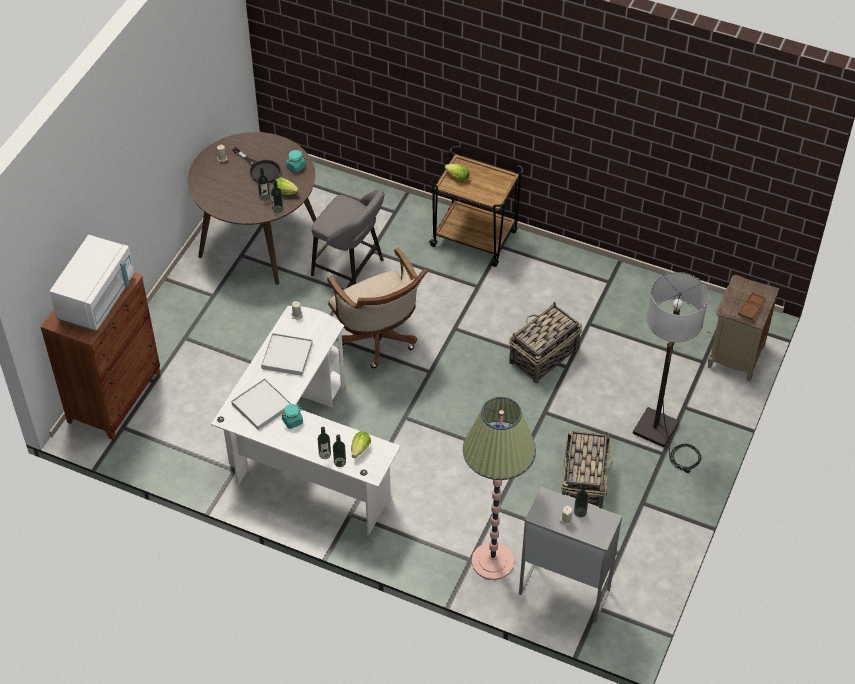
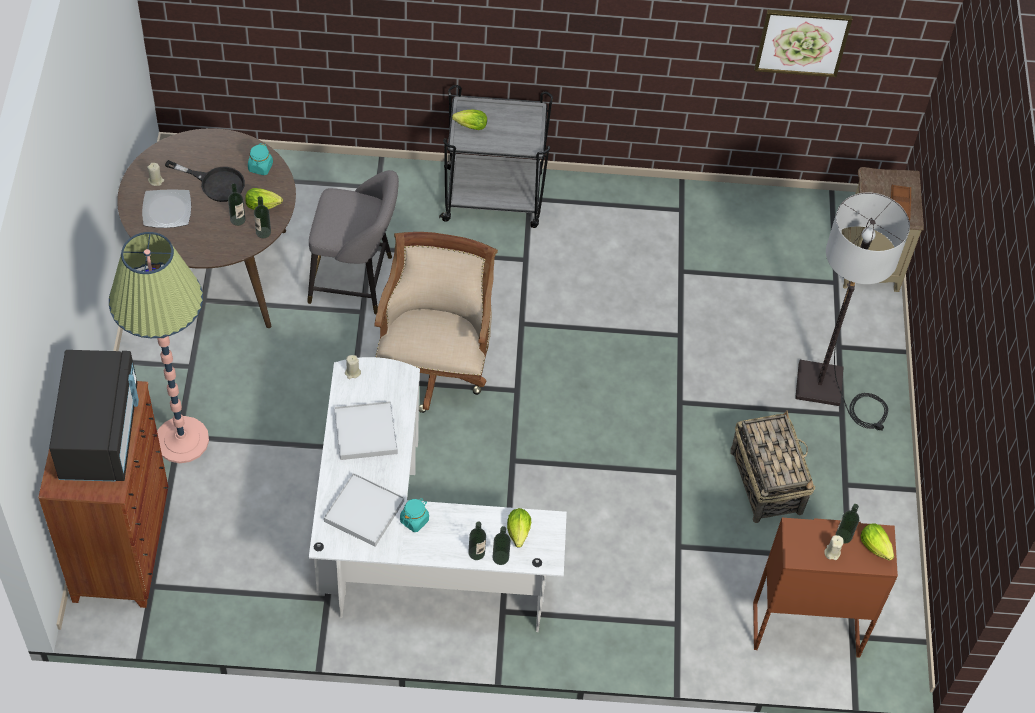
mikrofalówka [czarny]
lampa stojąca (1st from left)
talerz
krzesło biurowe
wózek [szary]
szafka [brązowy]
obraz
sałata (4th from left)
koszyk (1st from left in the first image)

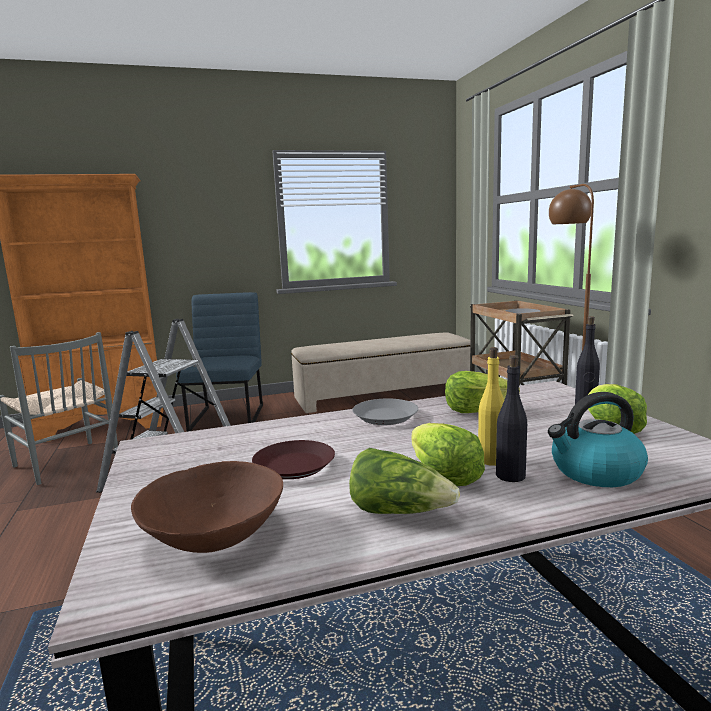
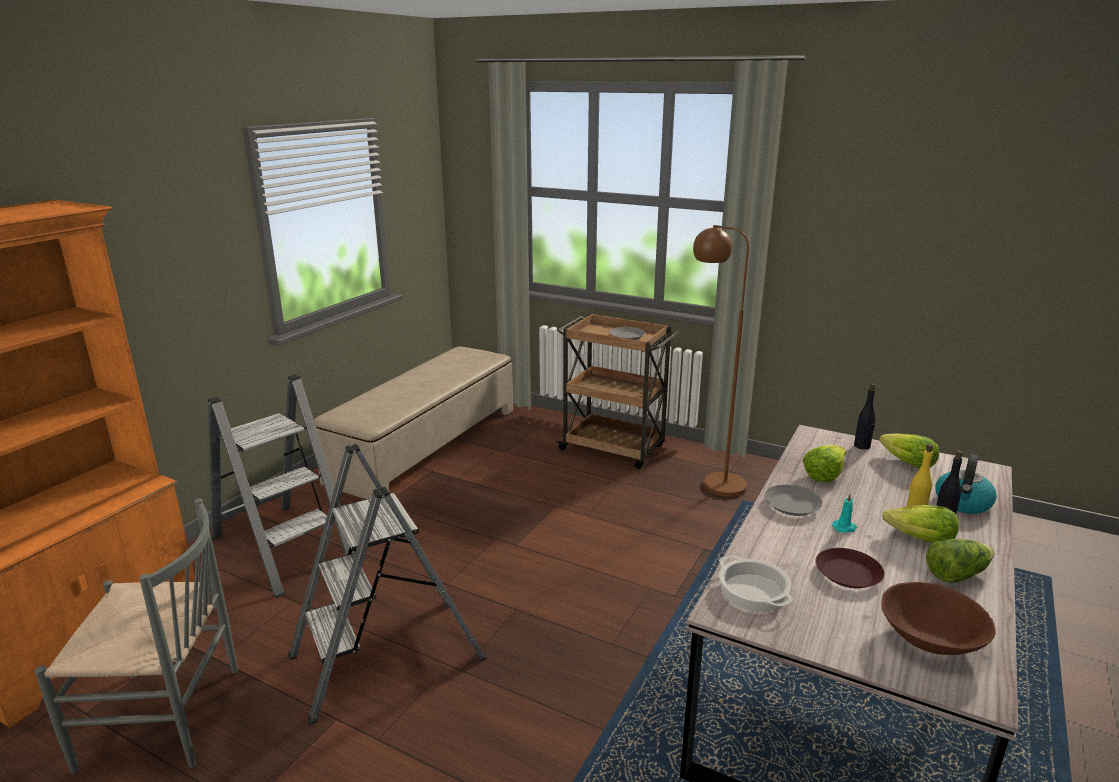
drabinka [szary] (1st from left)
garnek
świeca [turkusowy]

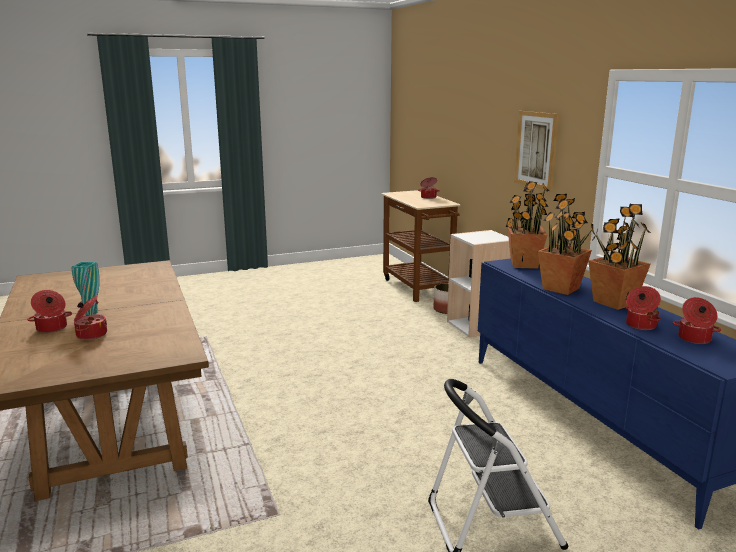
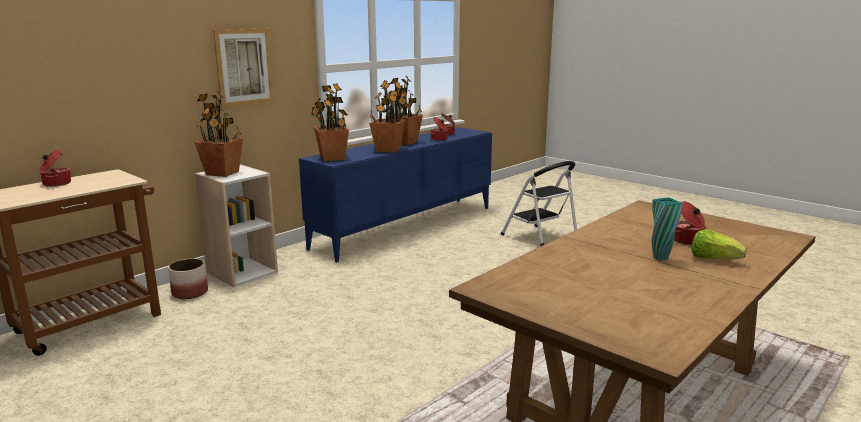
roślina doniczkowa (1st from left)
sałata

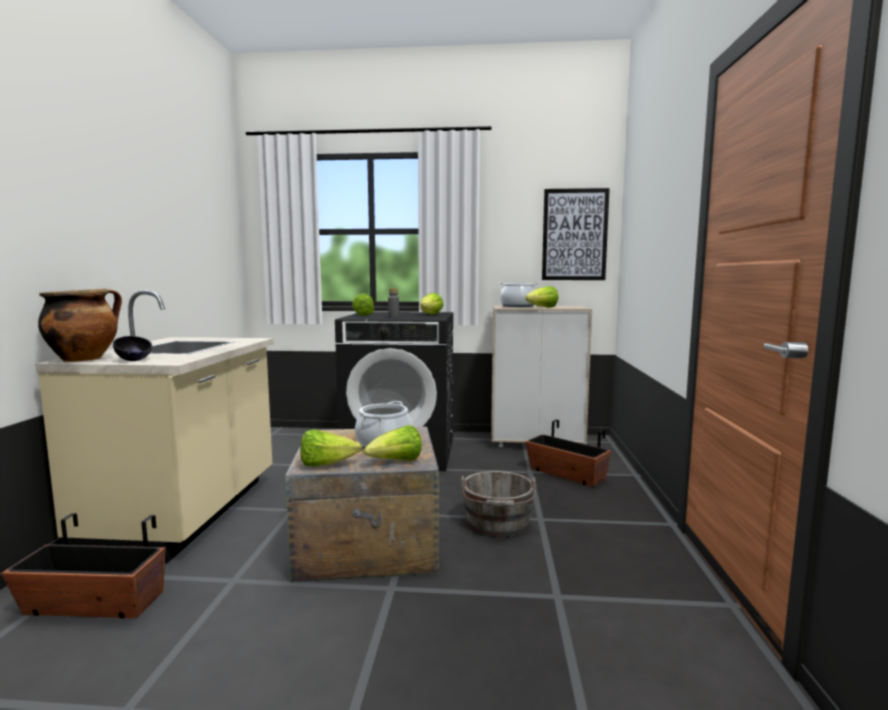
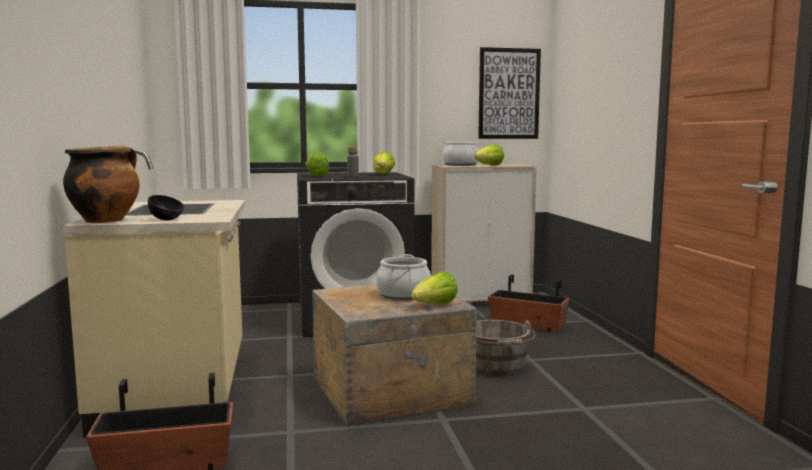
sałata (1st from left in the first image)

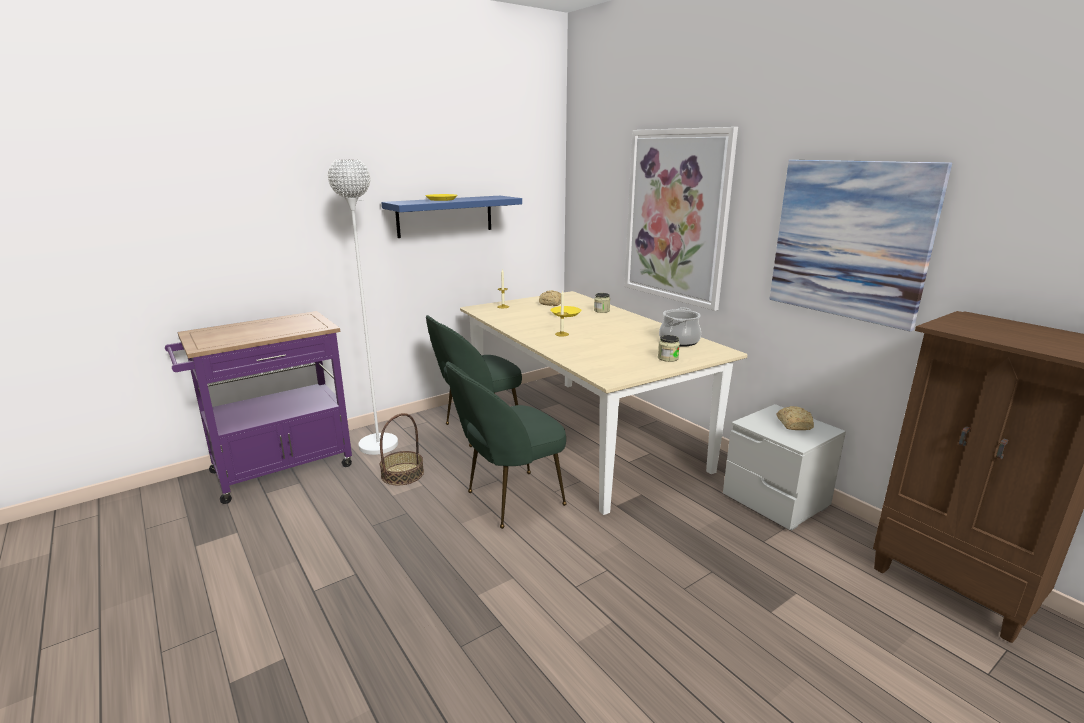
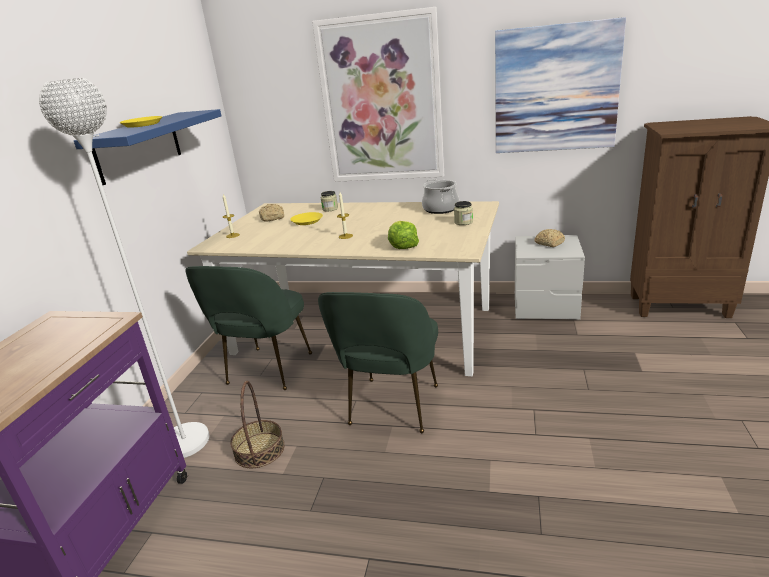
sałata

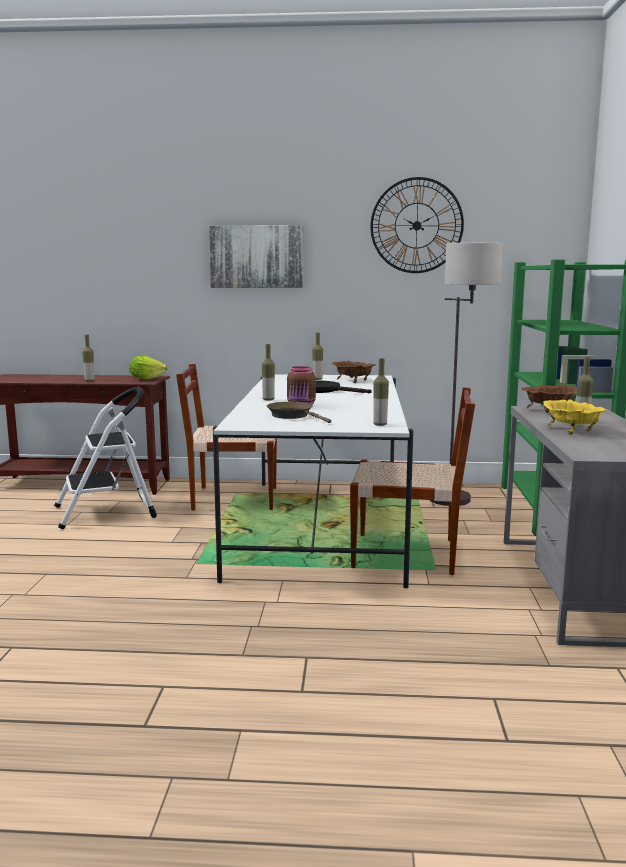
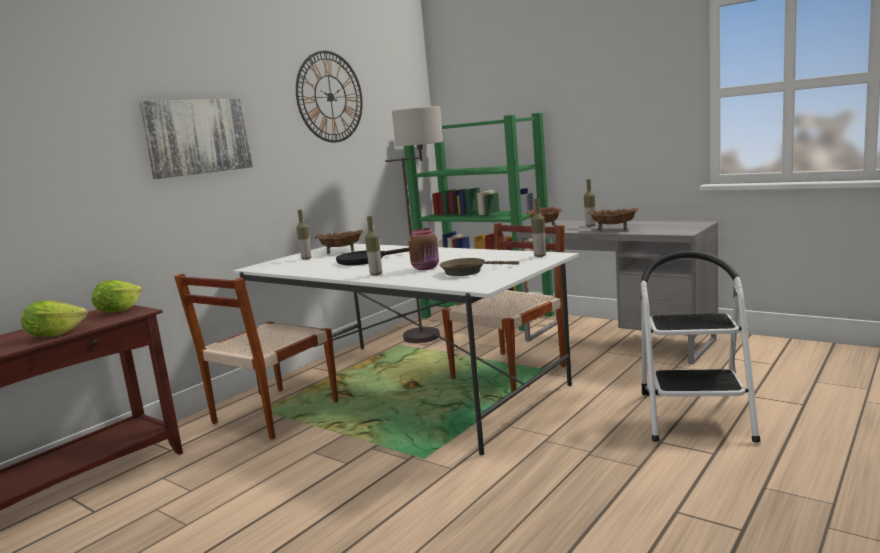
sałata (1st from left)
miska [brązowy] (3rd from left)
drabinka

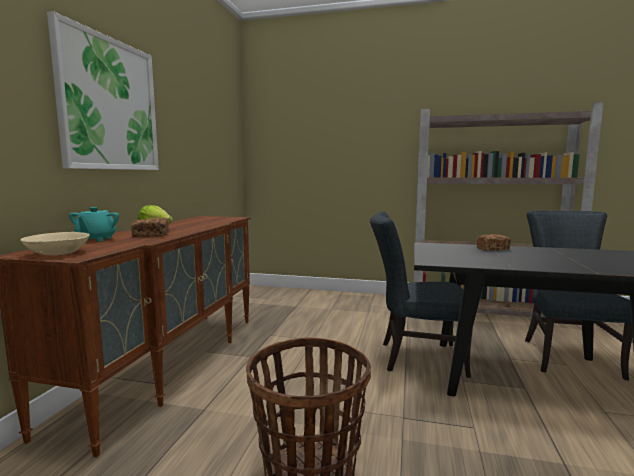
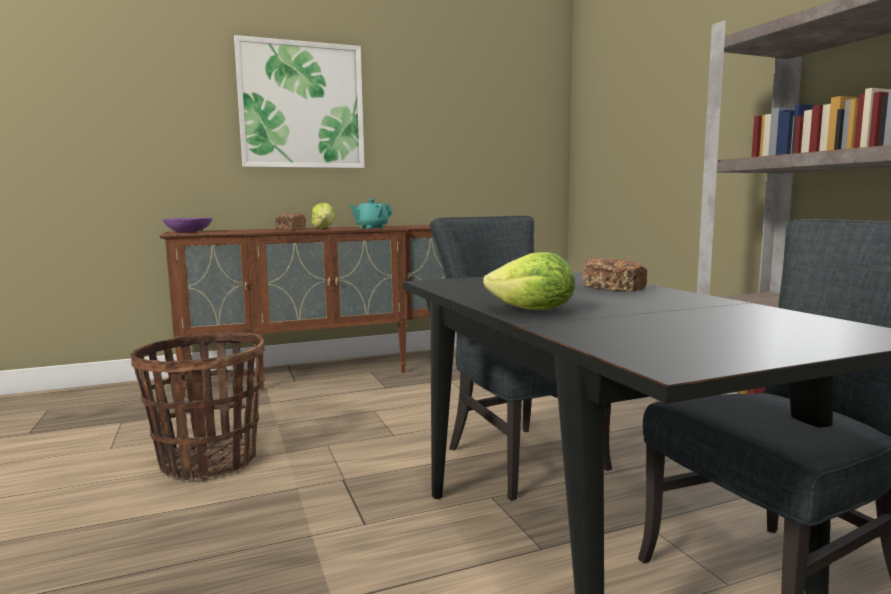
miska [fioletowy]
imbryk [turkusowy]
sałata (2nd from left)

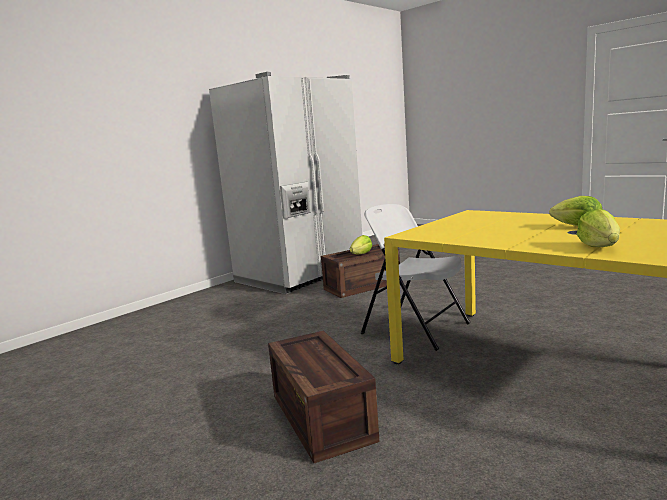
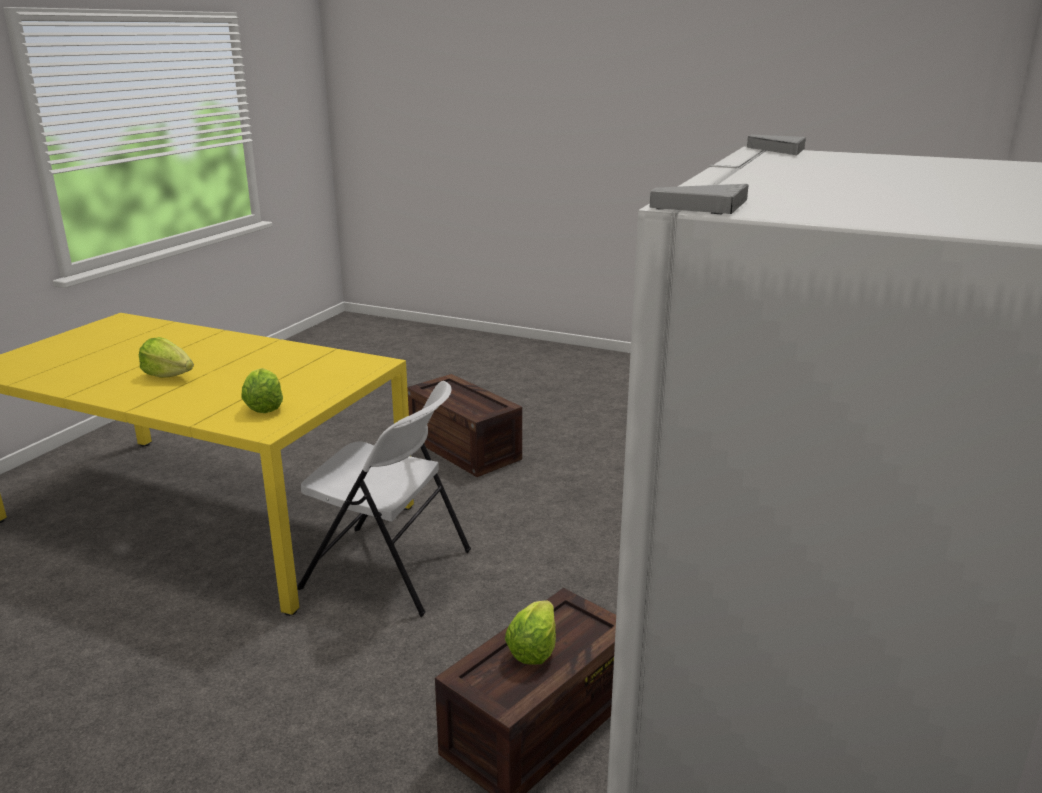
sałata (2nd from left)

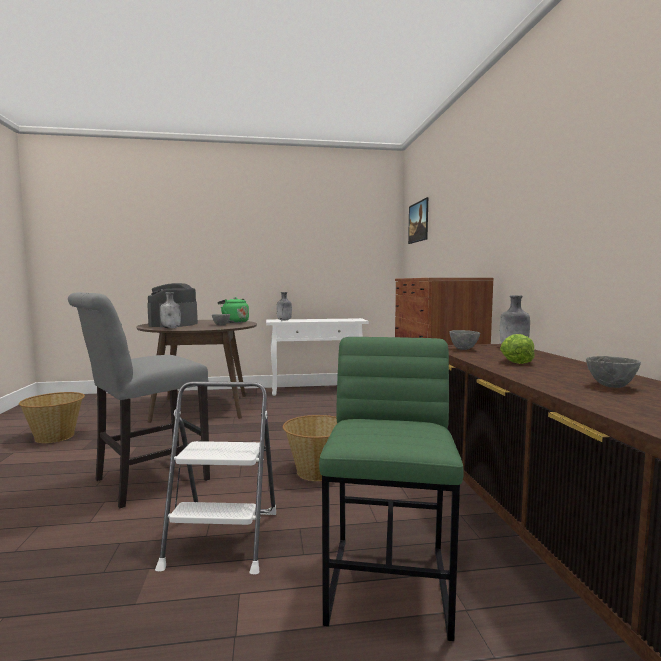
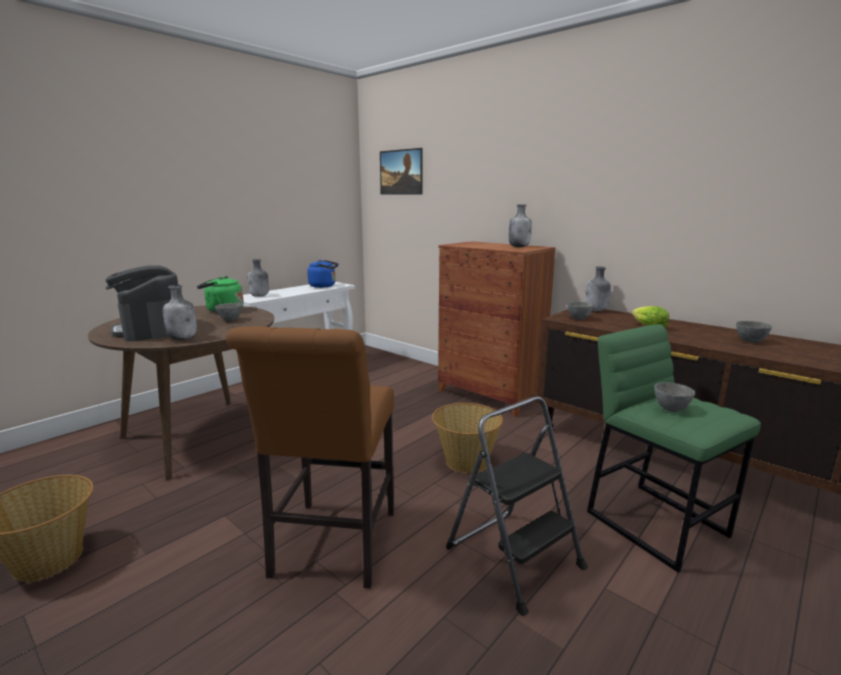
stołek [brązowy]
czajnik [niebieski]
drabinka [czarny]
butelka [szary] (3rd from left)
miska [szary] (3rd from left)

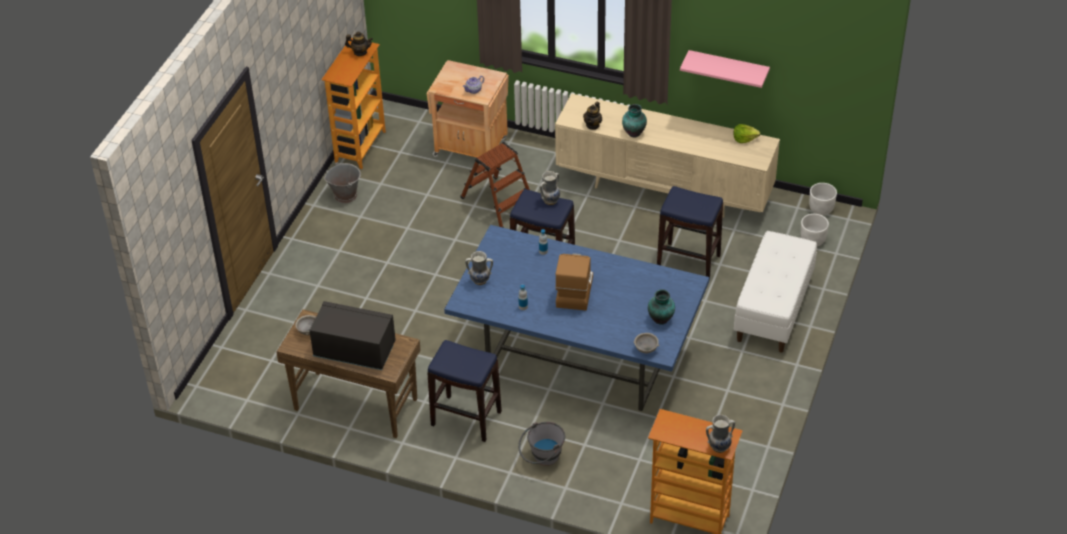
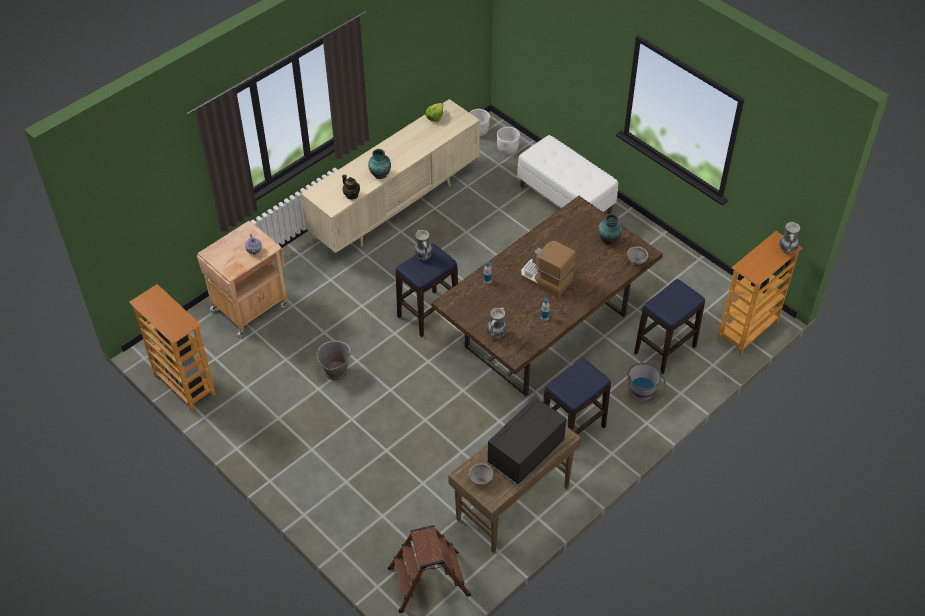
wiadro [szary] (1st from left)
drabinka [brązowy]
stół jadalny [brązowy]
stołek (3rd from left)
imbryk (1st from left in the first image)
półka [różowy]

